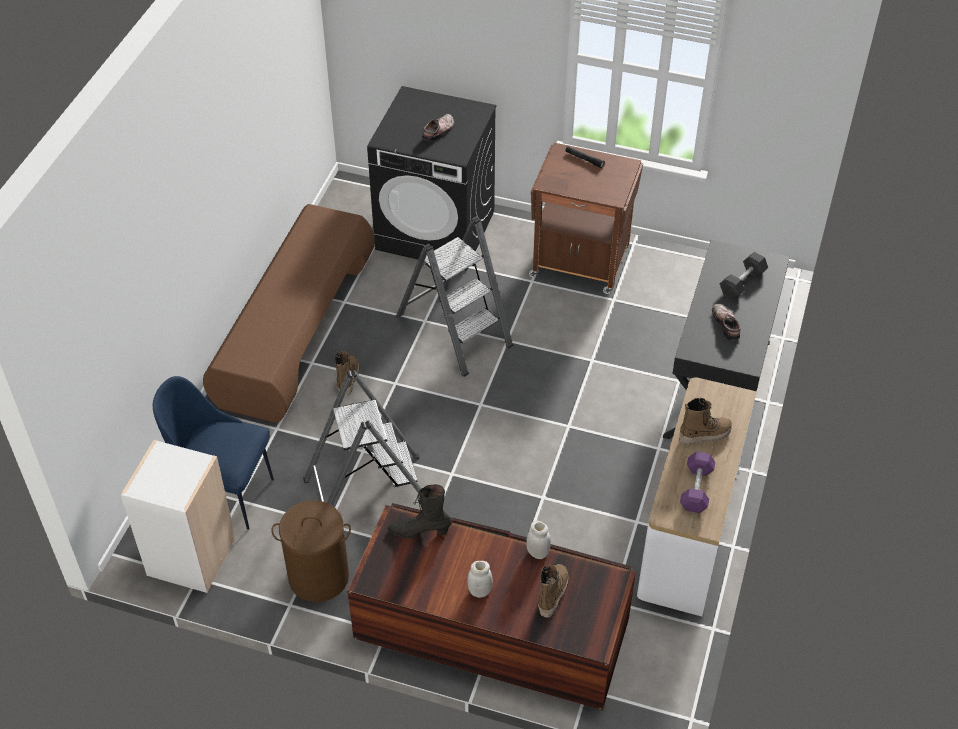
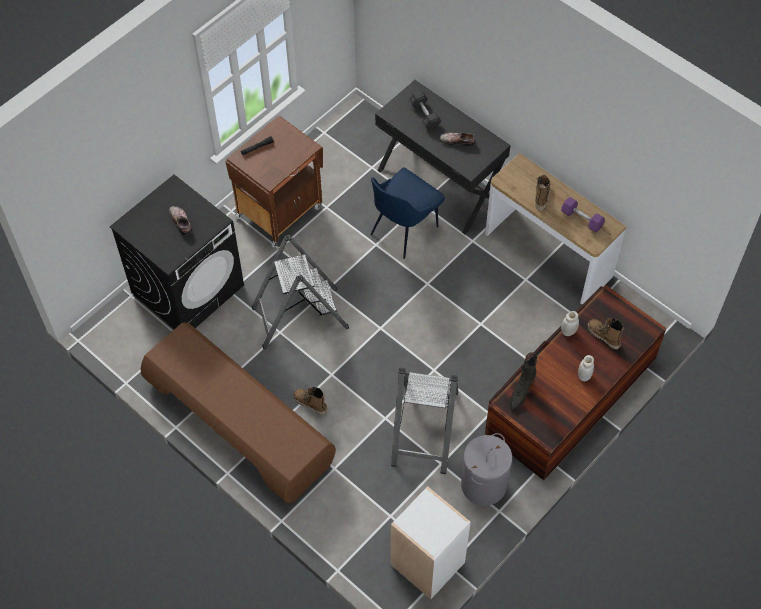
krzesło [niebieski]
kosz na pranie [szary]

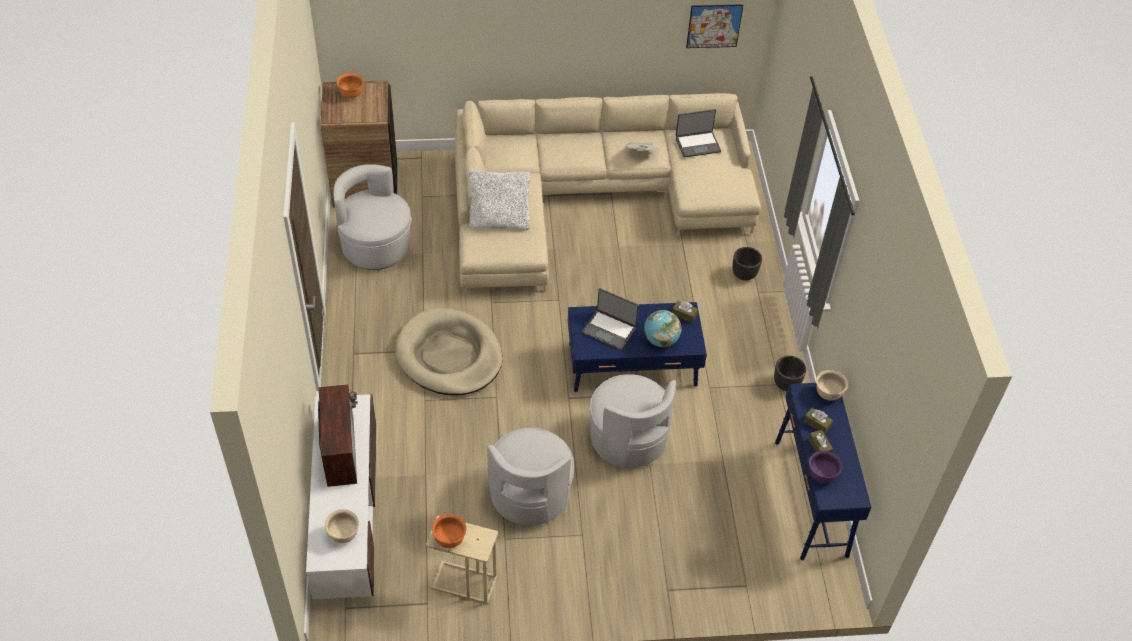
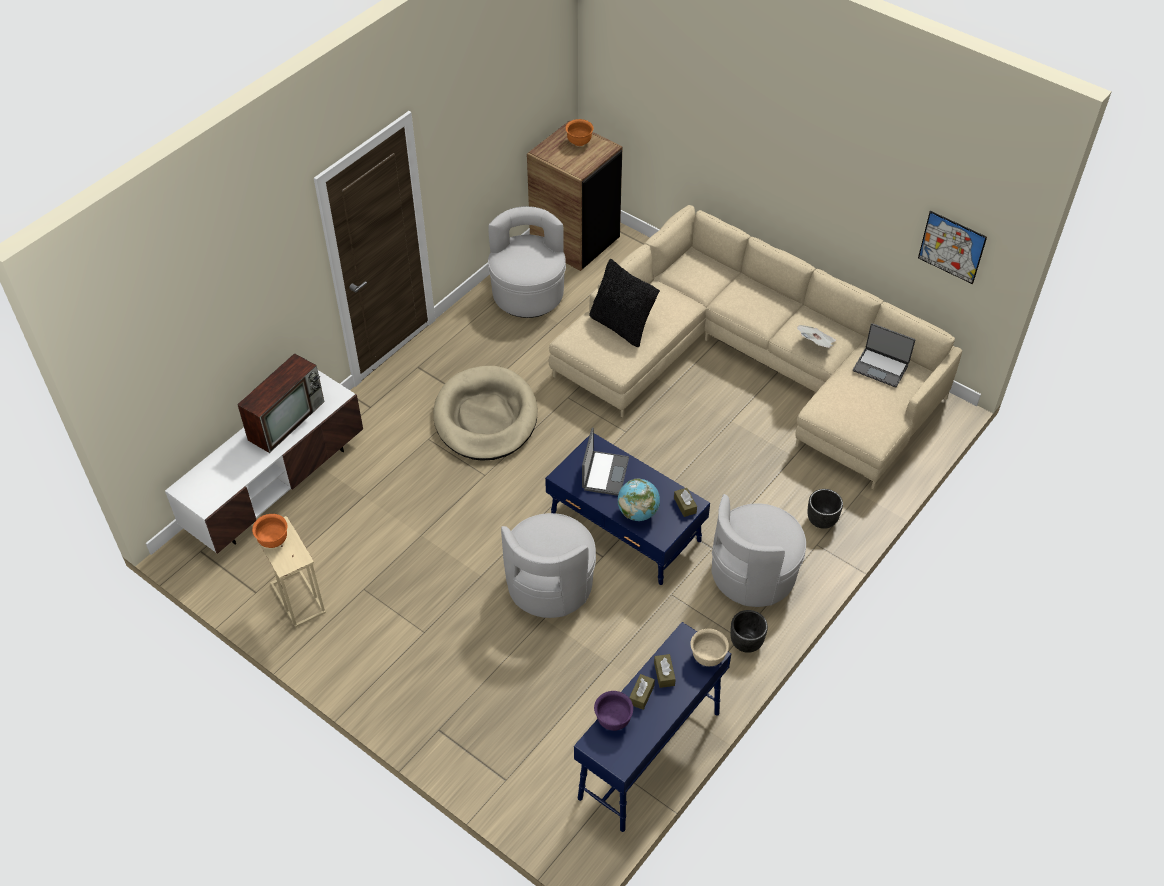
laptop (1st from left)
poduszka [czarny]
fotel [biały] (3rd from left)
miska [beżowy] (1st from left in the first image)

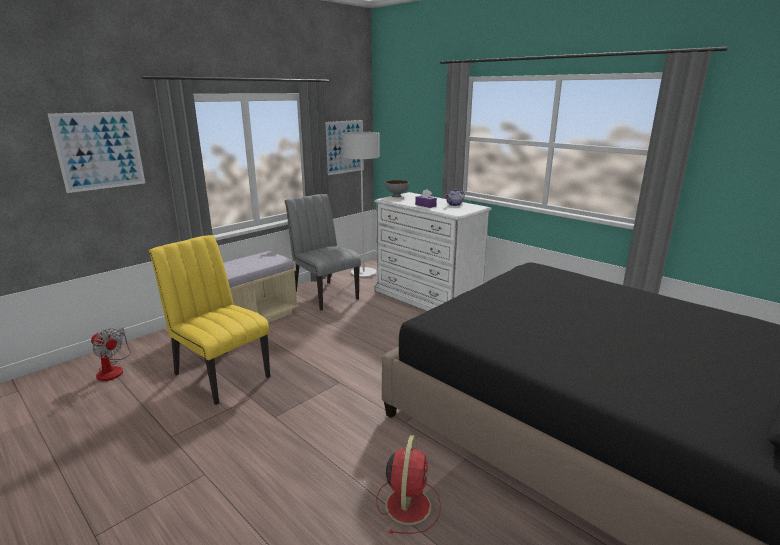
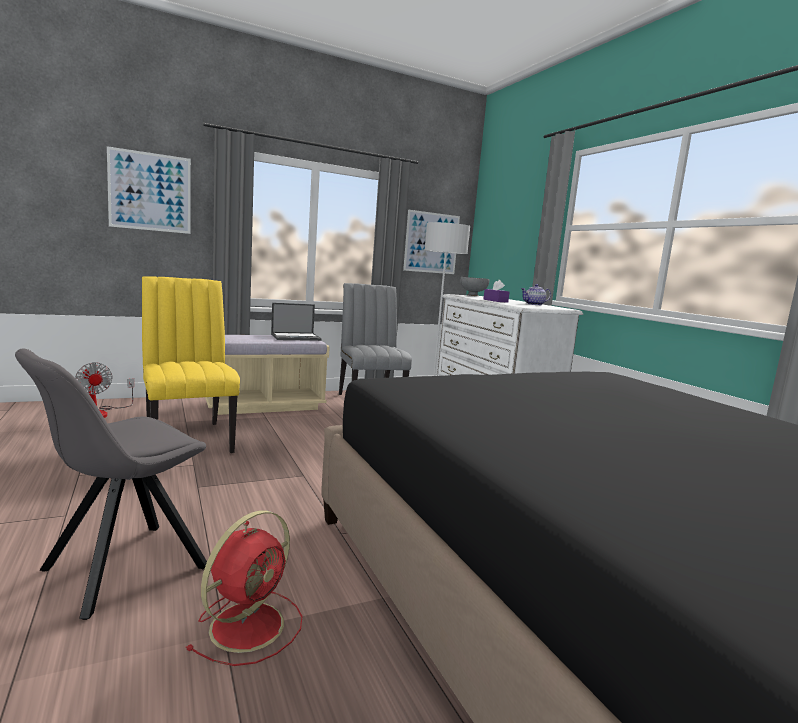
krzesło [szary] (1st from left)
laptop

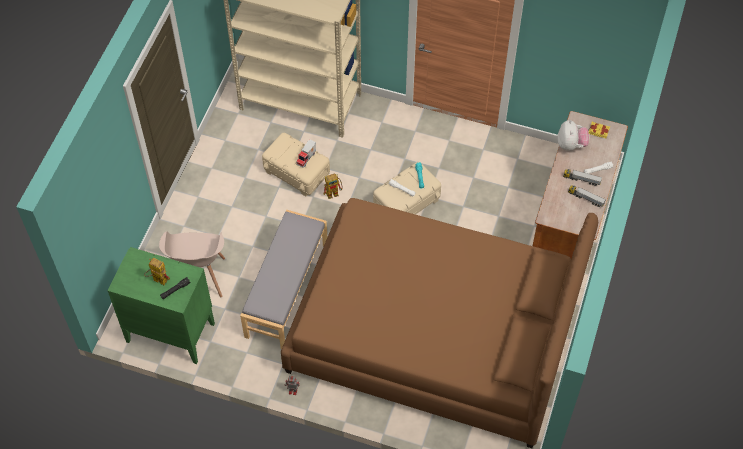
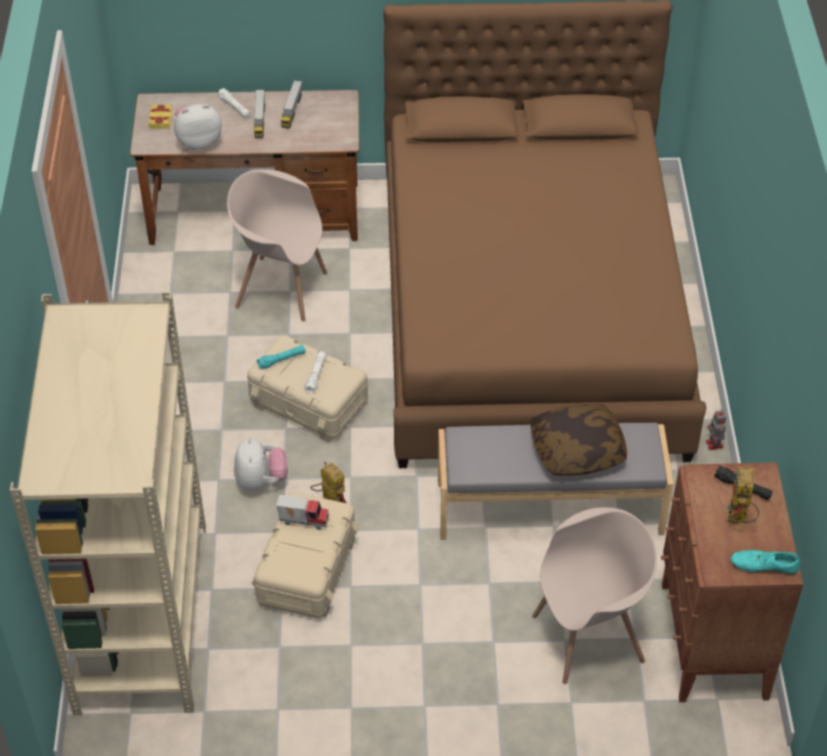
krzesło [beżowy] (1st from left)
pluszak (2nd from left)
poduszka
komoda [brązowy]
but [turkusowy]

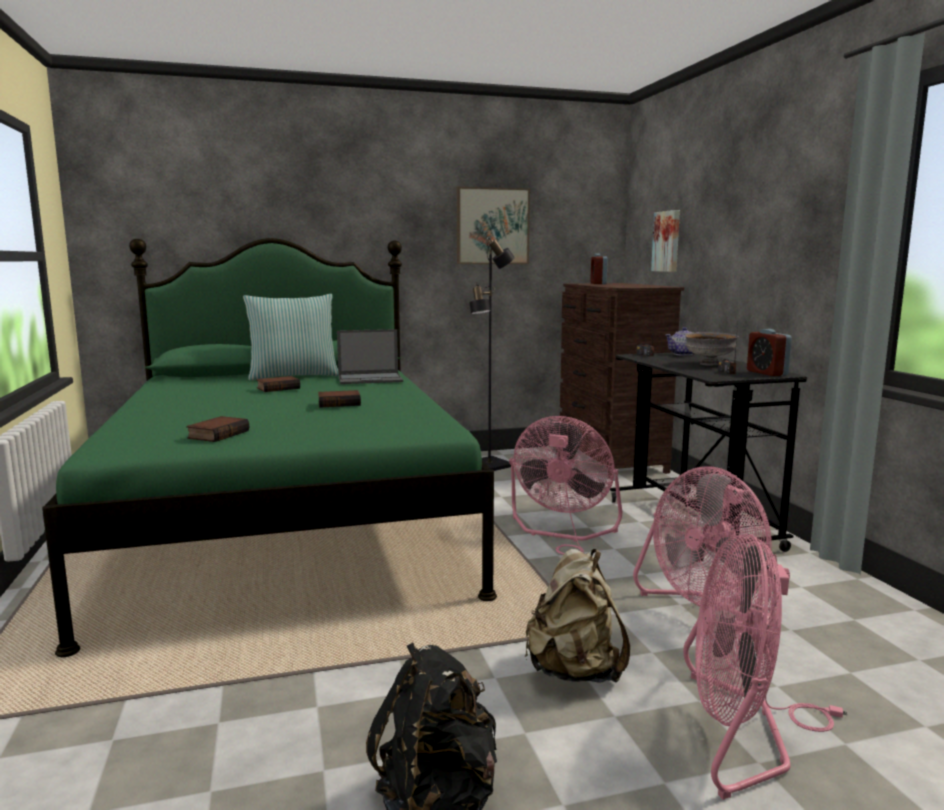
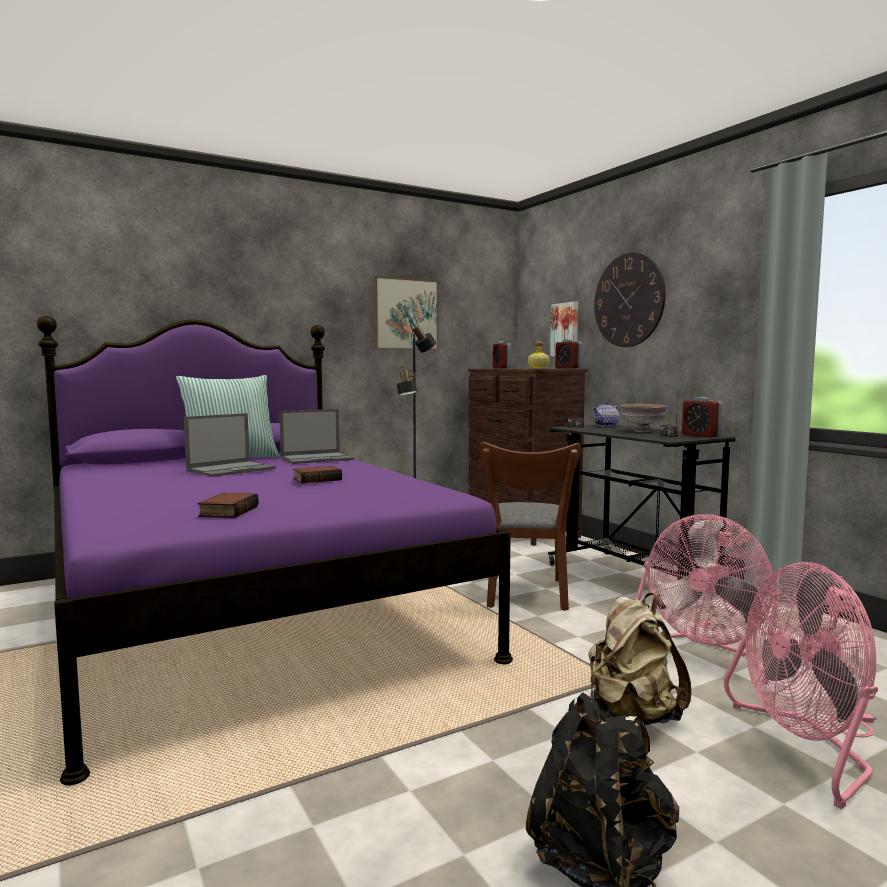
łóżko [fioletowy]
laptop (1st from left)
krzesło [brązowy]
butelka
budzik (2nd from left)
zegar ścienny

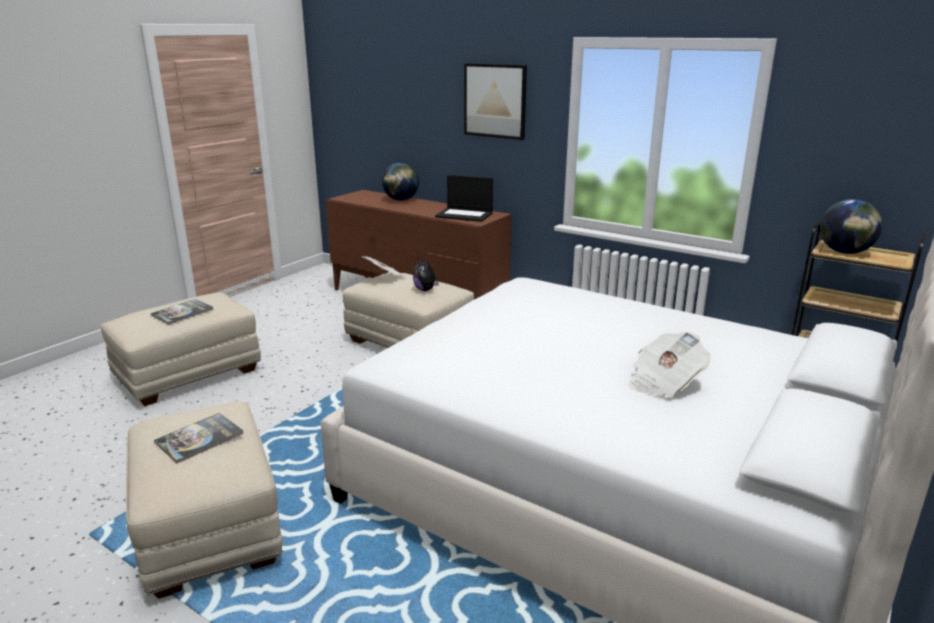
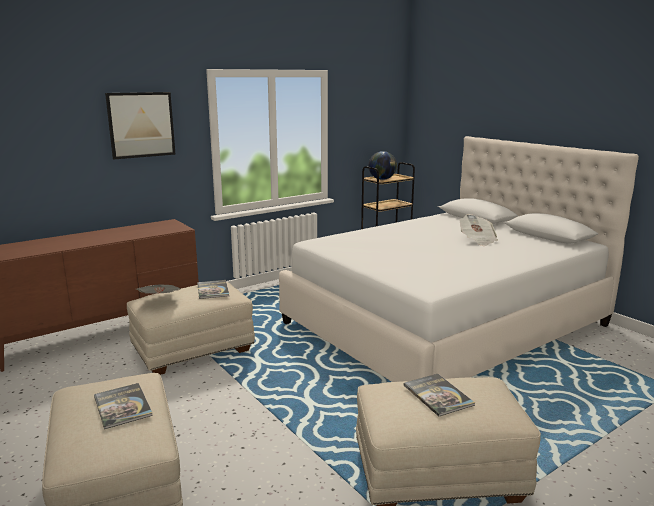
książka (2nd from left)
globus (1st from left in the first image)
laptop

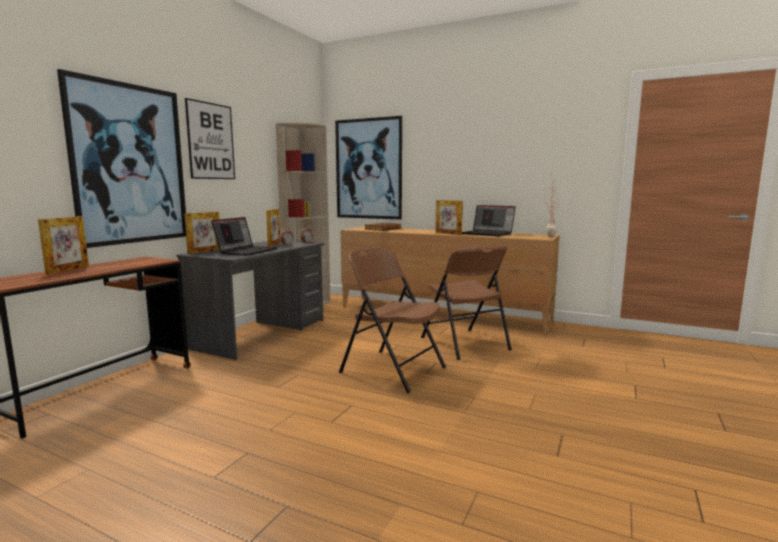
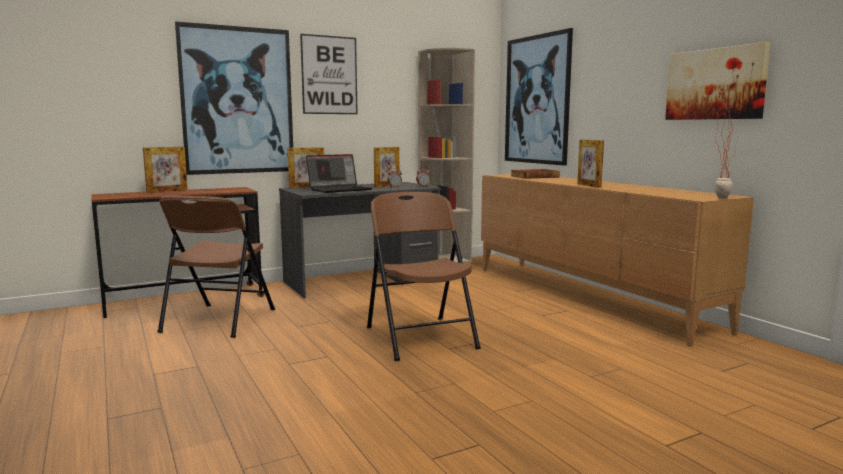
krzesło [brązowy] (1st from left)
obraz (4th from left)
laptop (2nd from left in the first image)

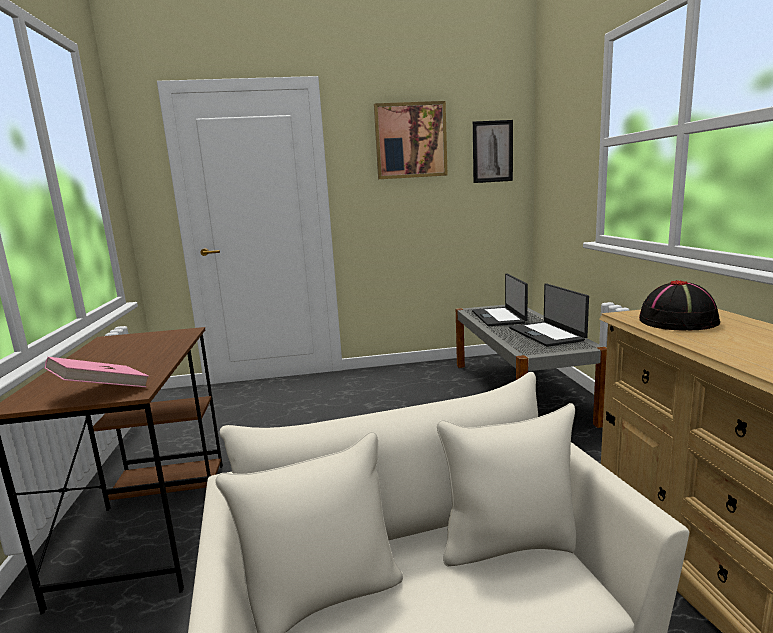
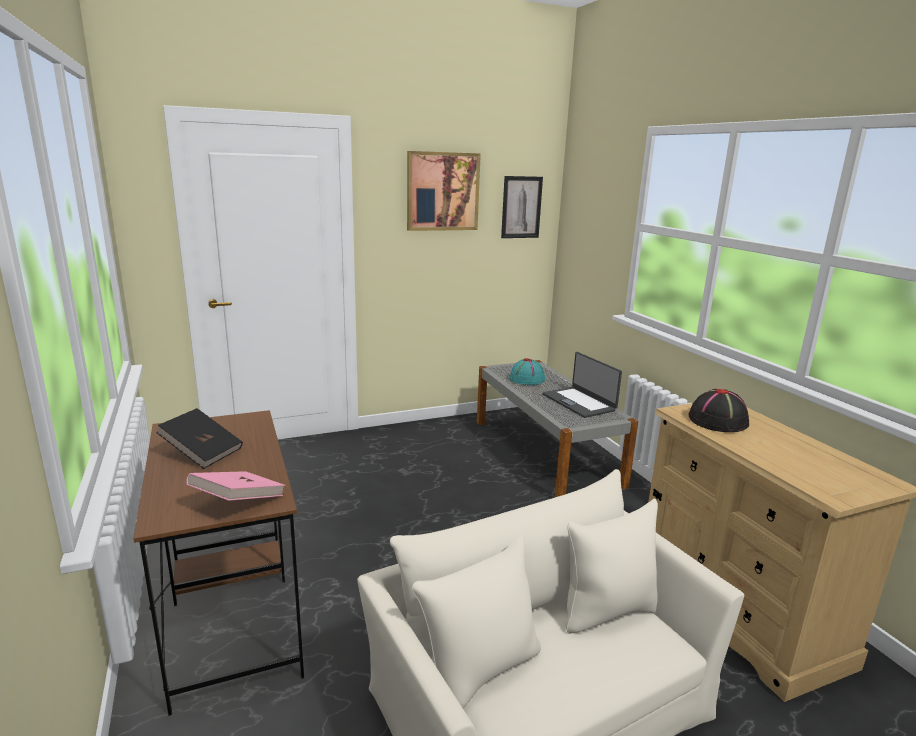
książka [czarny]
kapelusz [turkusowy]

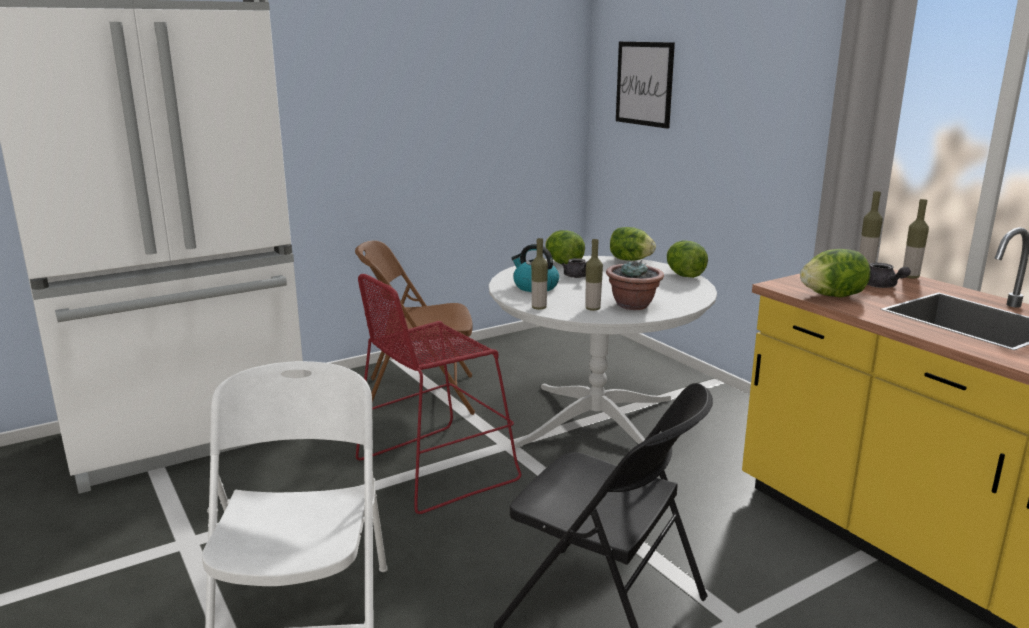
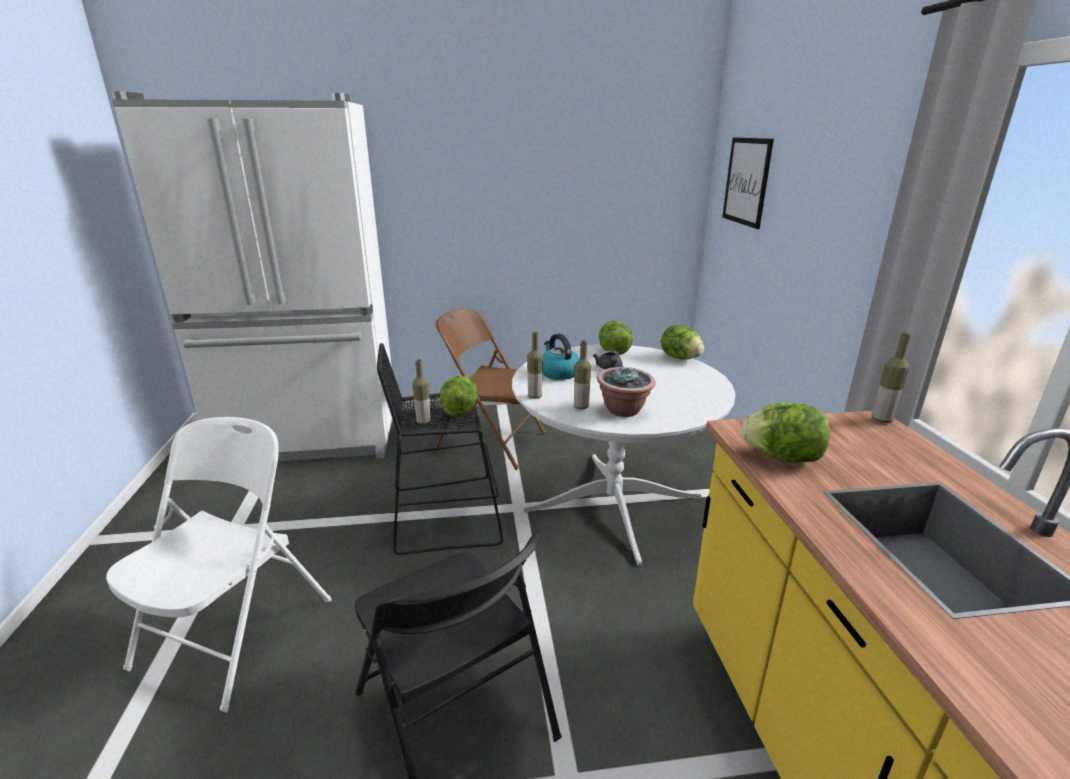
stołek [czarny]
butelka (1st from left)
sałata (1st from left)
imbryk [szary] (2nd from left in the first image)

